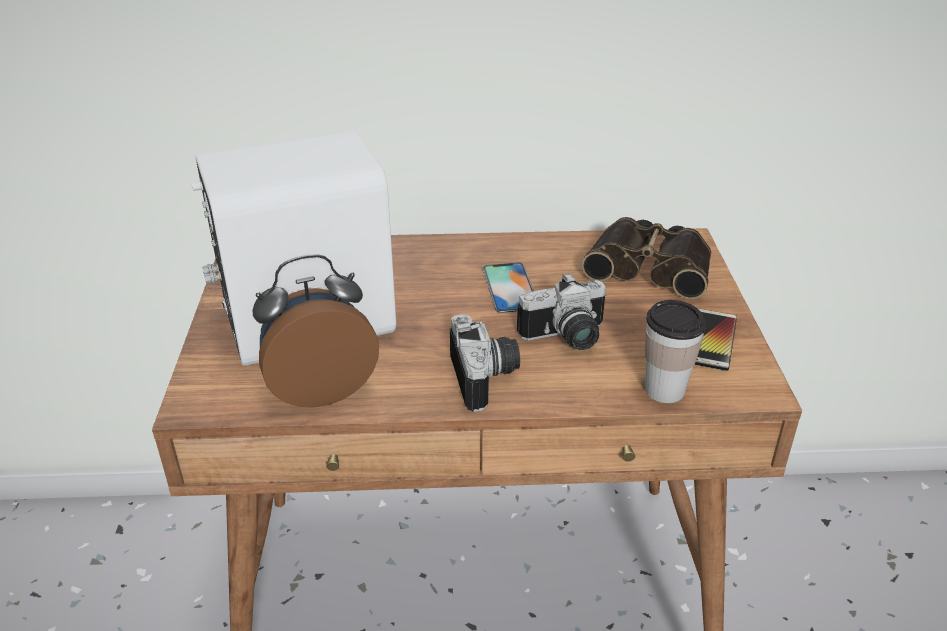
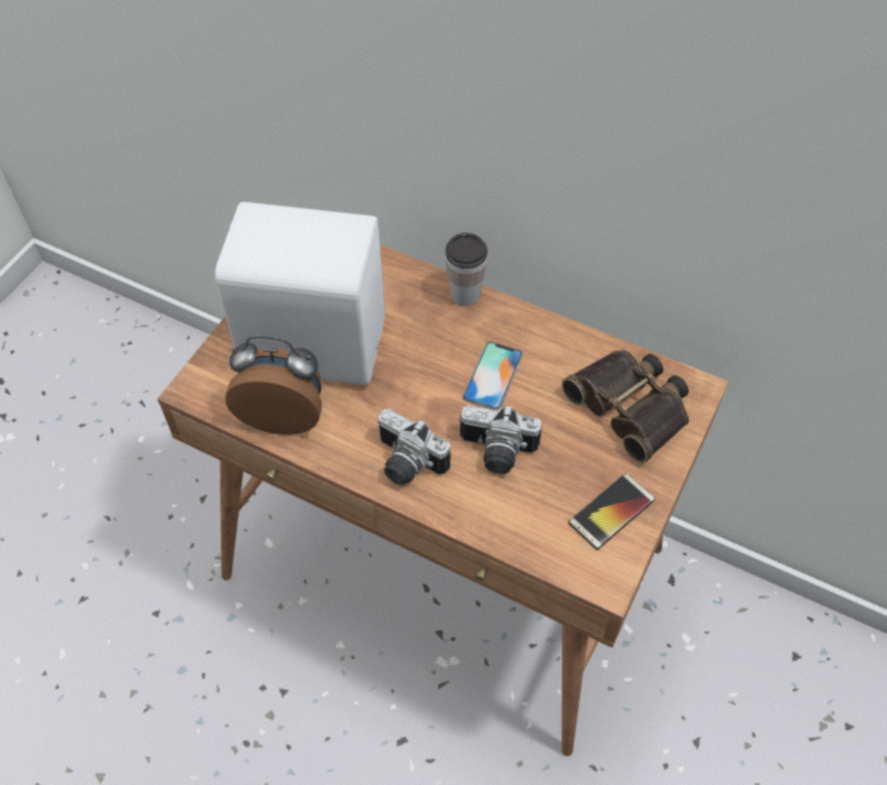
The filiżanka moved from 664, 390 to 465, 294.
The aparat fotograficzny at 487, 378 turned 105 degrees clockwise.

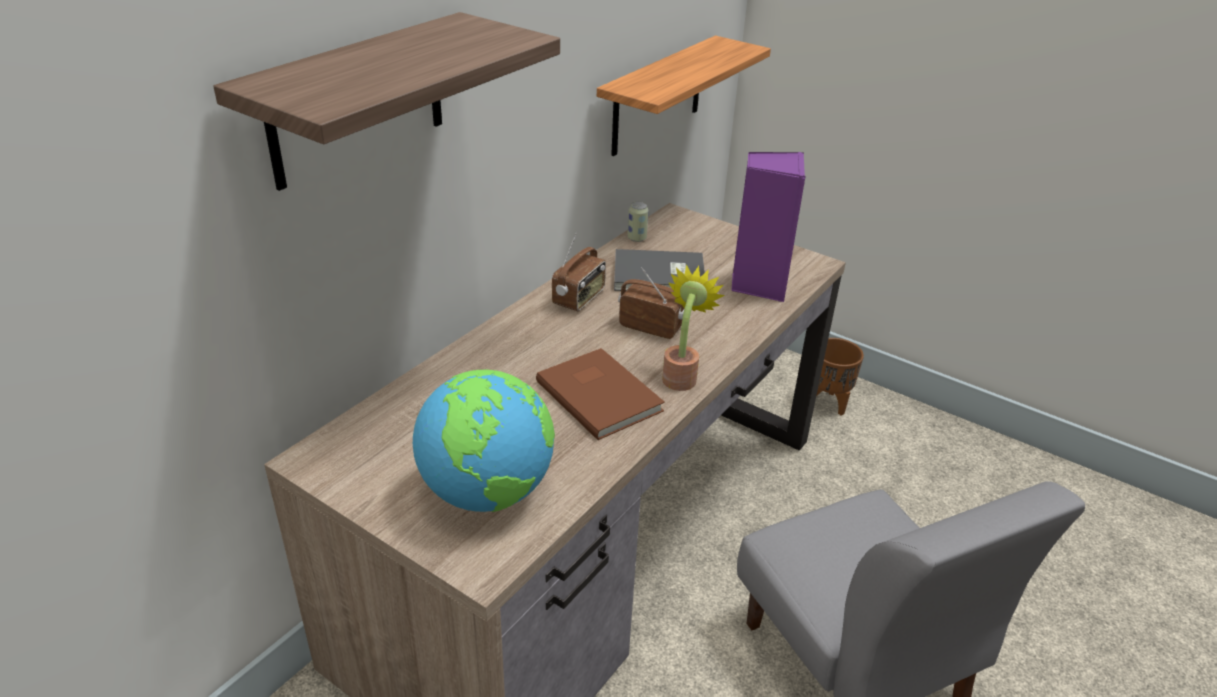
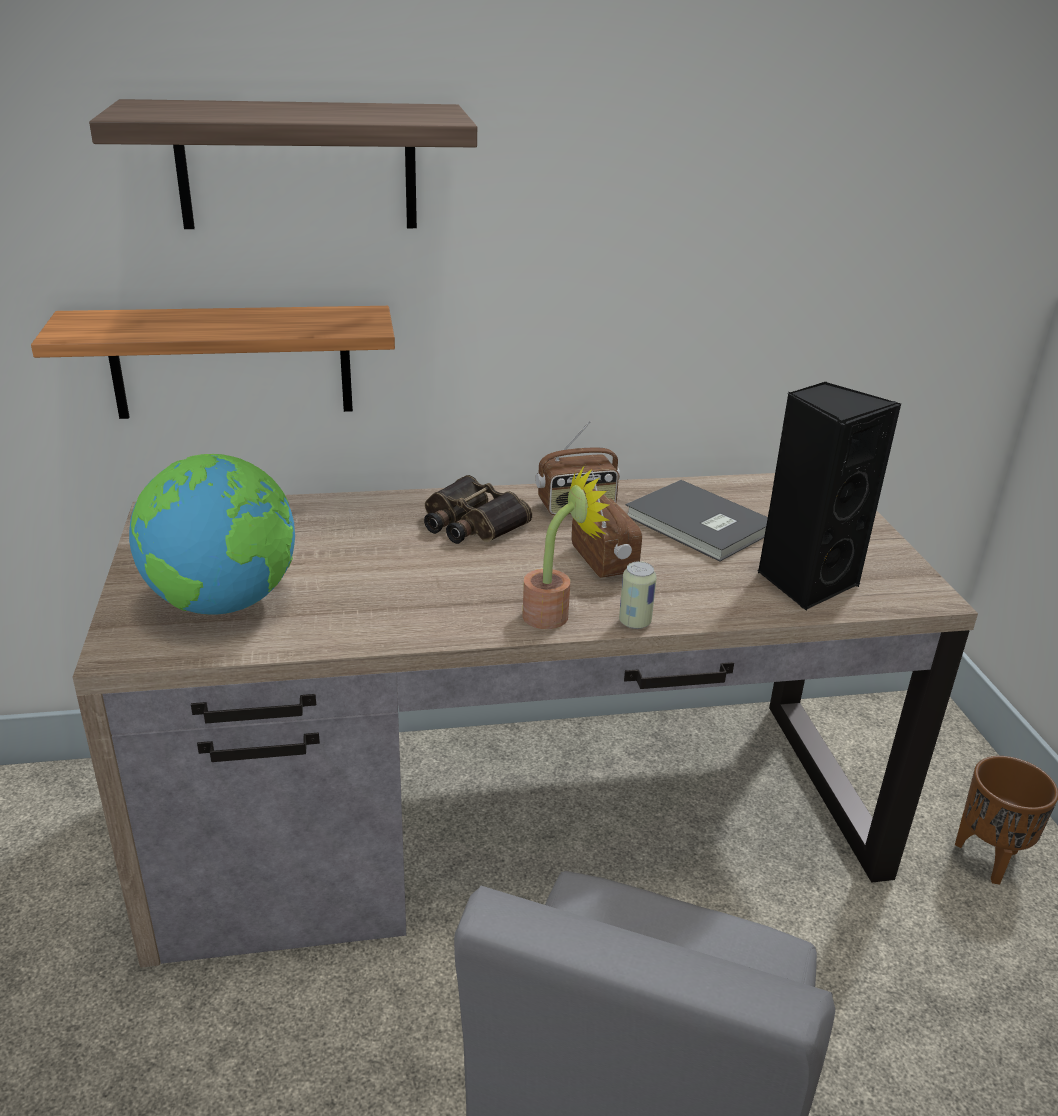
The półka moved from 658, 96 to 232, 362.
The głośnik/fioletowy at 758, 284 became the głośnik/czarny at 804, 581.
The puszka moved from 636, 238 to 635, 622.
The książka/brązowy at 600, 394 disappeared.
The lornetka at 470, 523 appeared.

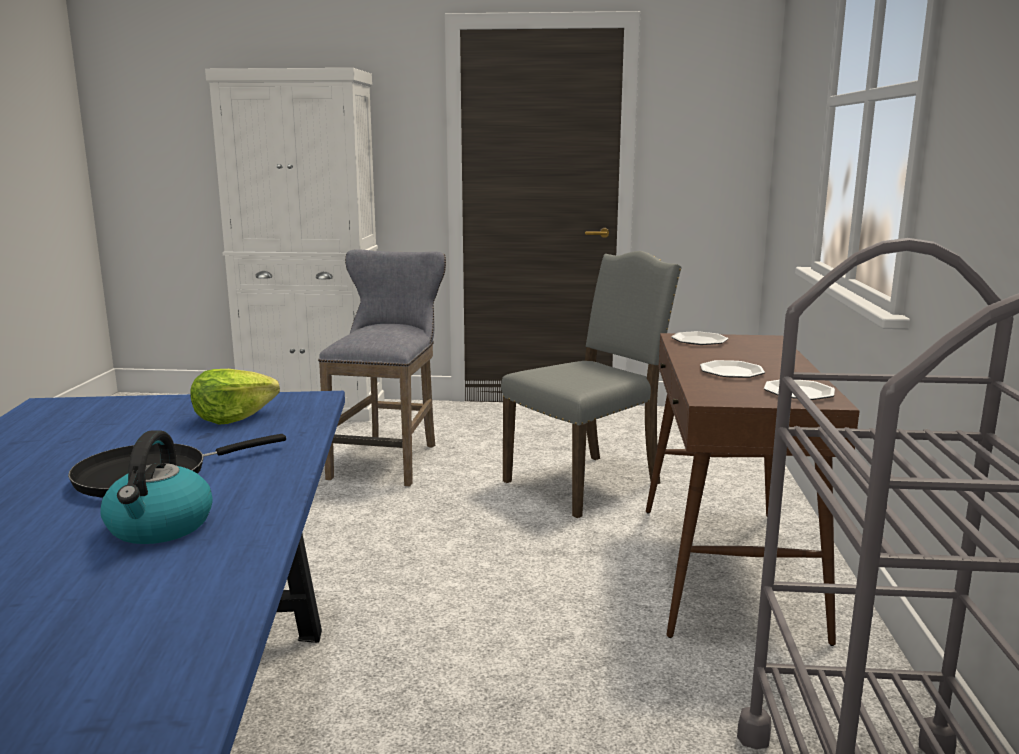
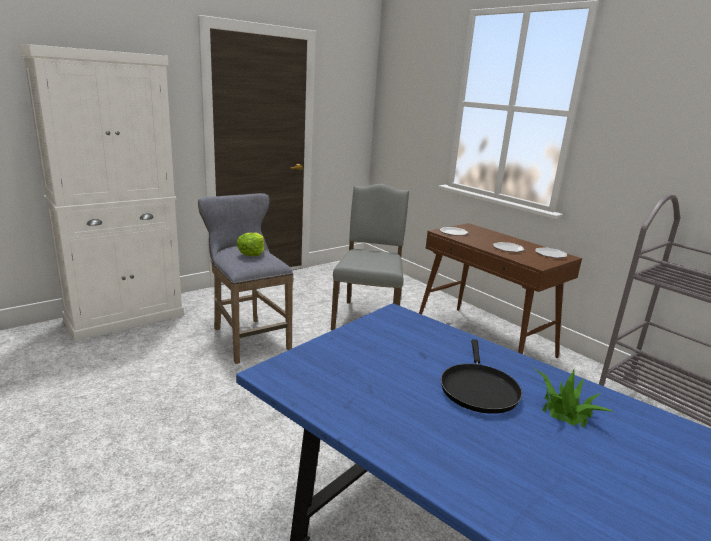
The sałata moved from 233, 417 to 252, 253.
The czajnik at 160, 527 was replaced by the roślina doniczkowa at 566, 411.

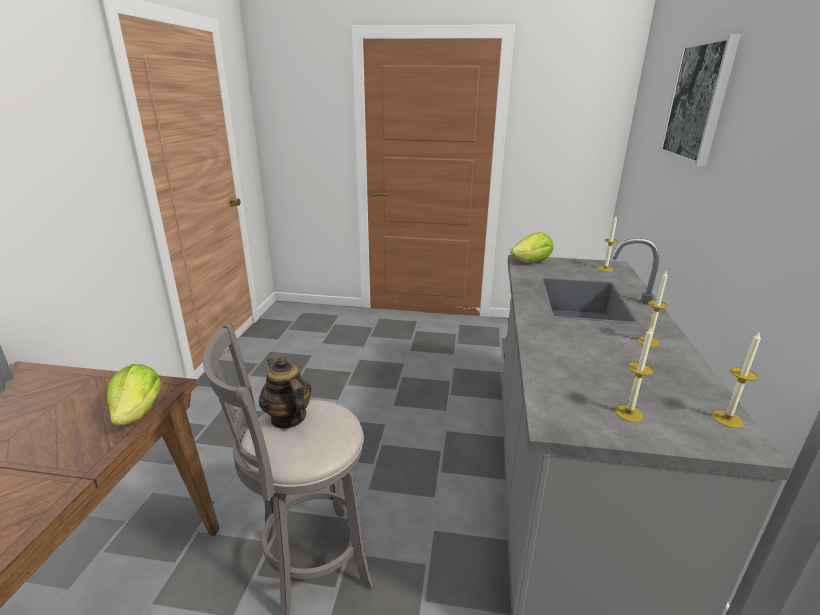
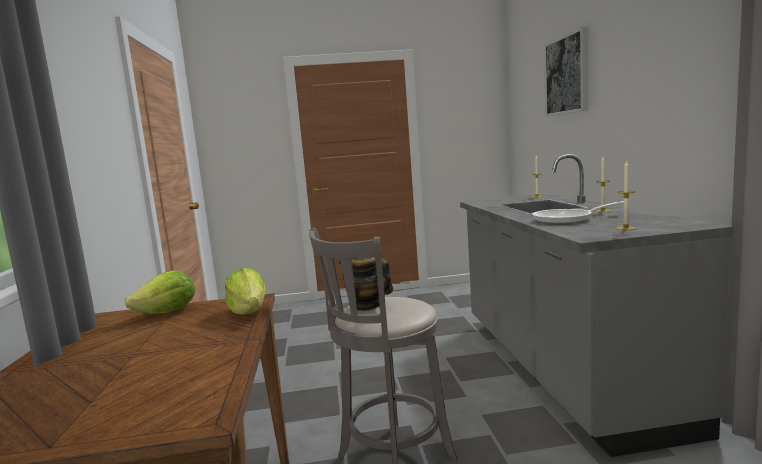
The sałata moved from 532, 262 to 168, 312.
The świeca at 727, 419 disappeared.
The patelnia at 567, 219 appeared.

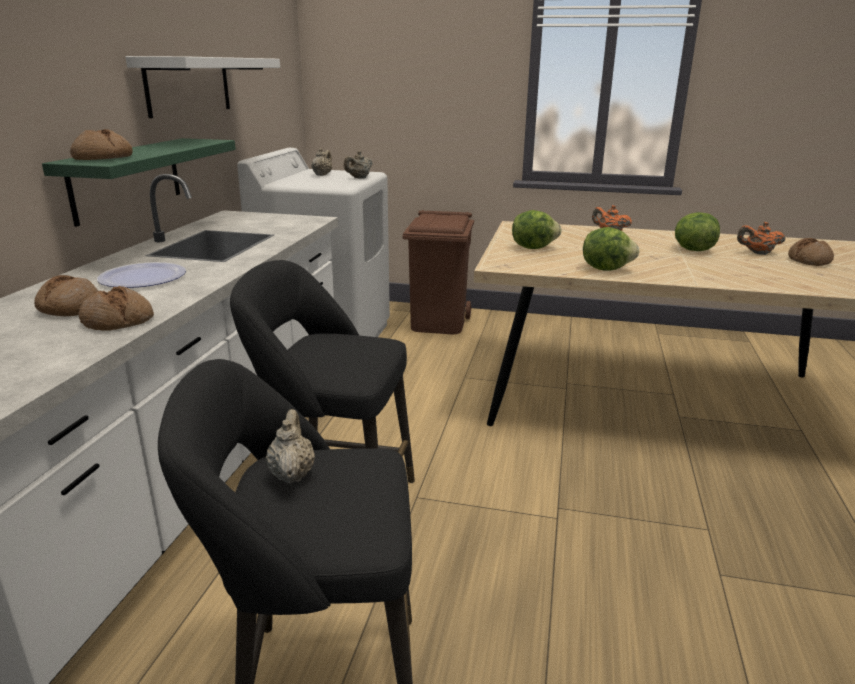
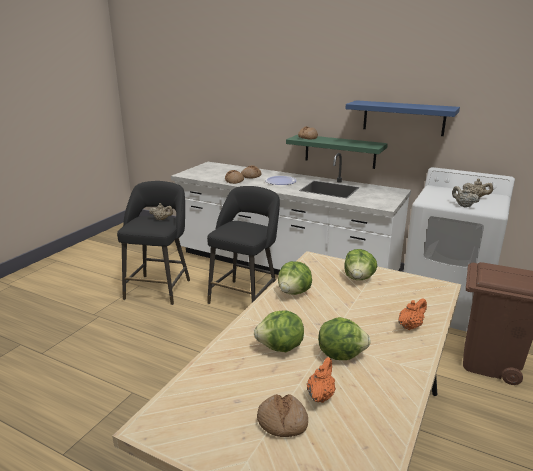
The półka/biały at 189, 85 became the półka/niebieski at 403, 118.
The sałata at 280, 347 appeared.

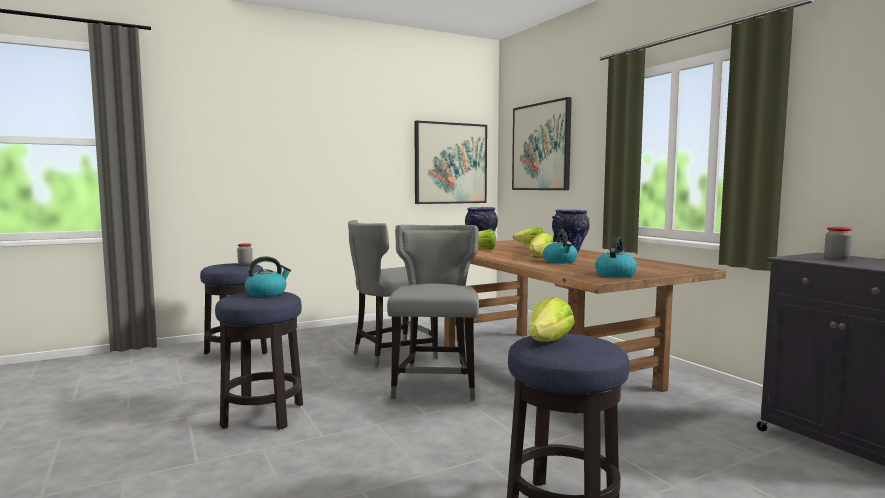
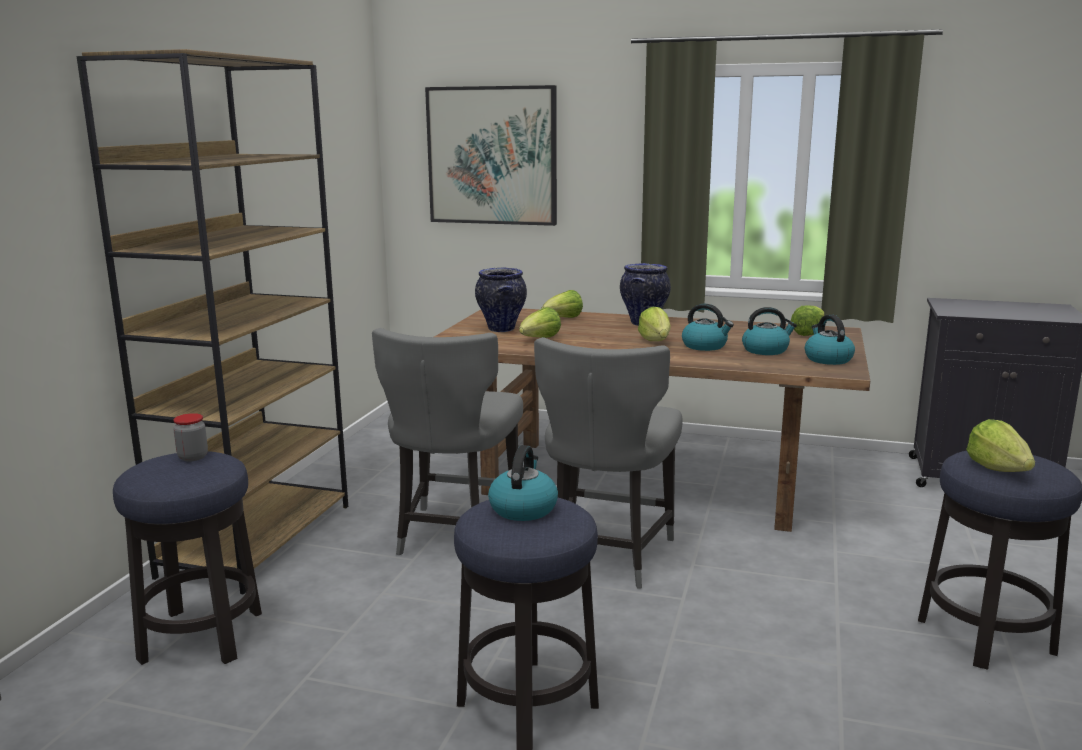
The obraz at 450, 163 disappeared.
The krzesło/szary at 435, 385 turned 120 degrees counterclockwise.
The słoik at 836, 258 disappeared.
The regał/brązowy at 258, 539 appeared.
The sałata at 808, 333 appeared.
The czajnik at 766, 350 appeared.

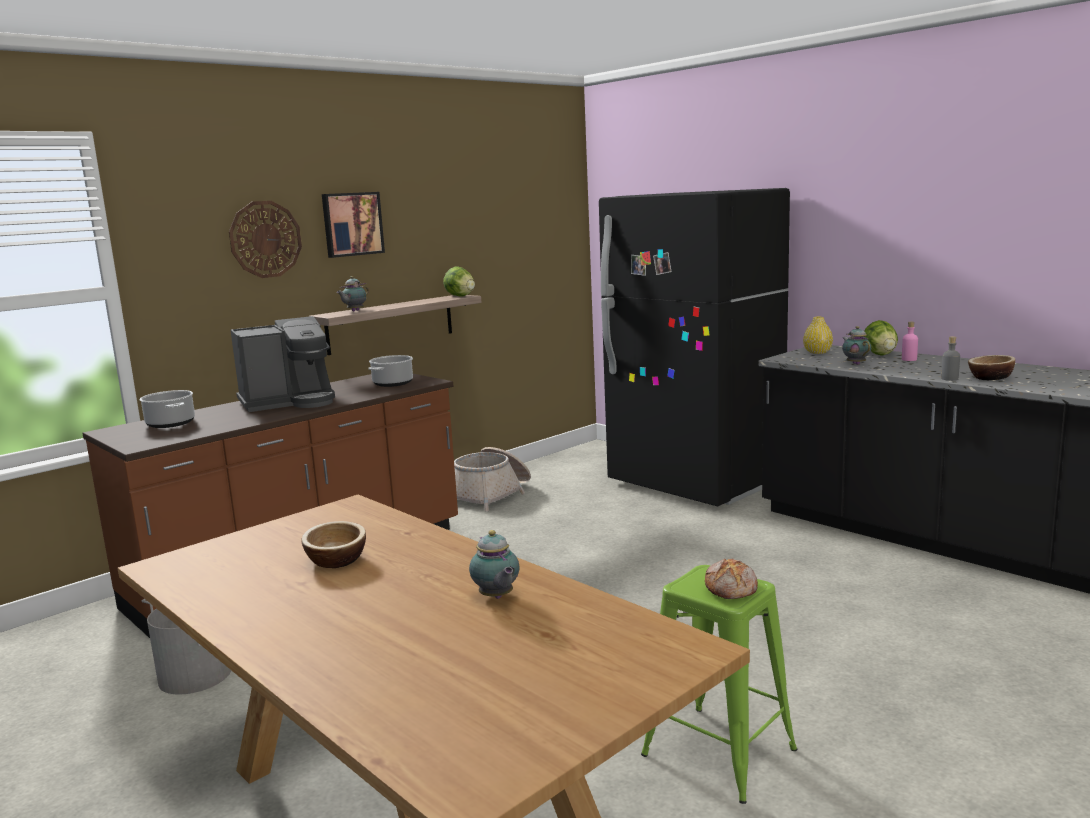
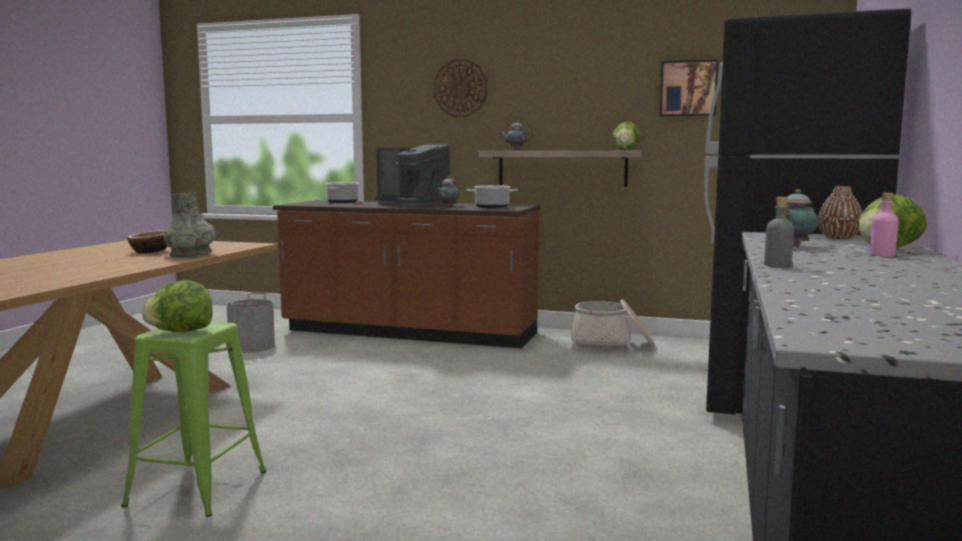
The obraz moved from 352, 224 to 688, 88.
The wazon/żółty at 817, 352 became the wazon/brązowy at 838, 238.
The miska at 990, 378 disappeared.
The imbryk moved from 496, 597 to 448, 207.
The chleb at 732, 588 was replaced by the sałata at 181, 332.
The wazon/szary at 191, 254 appeared.

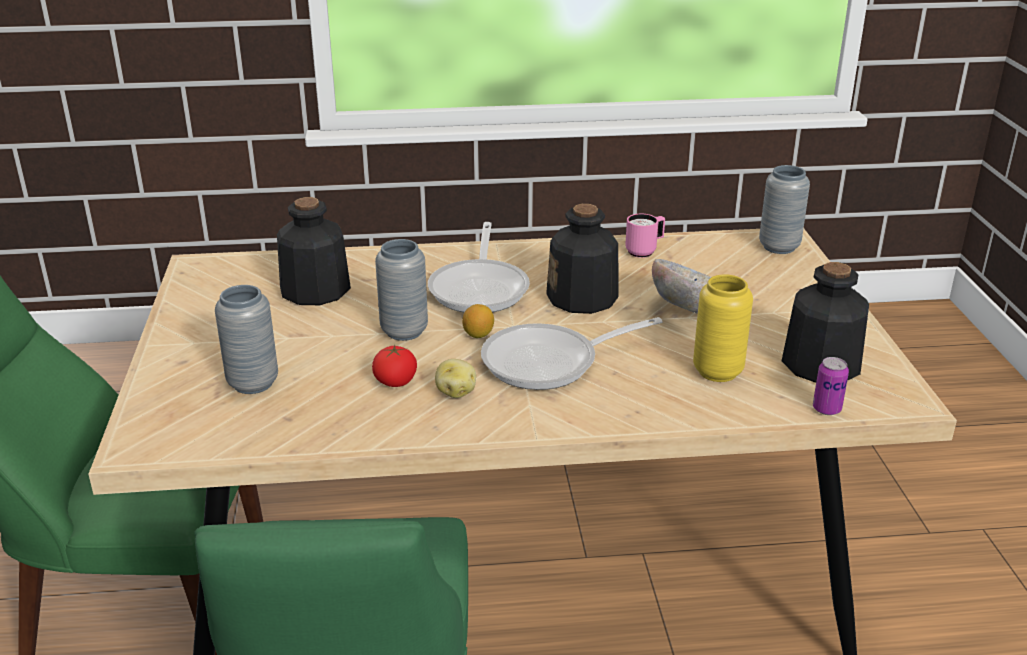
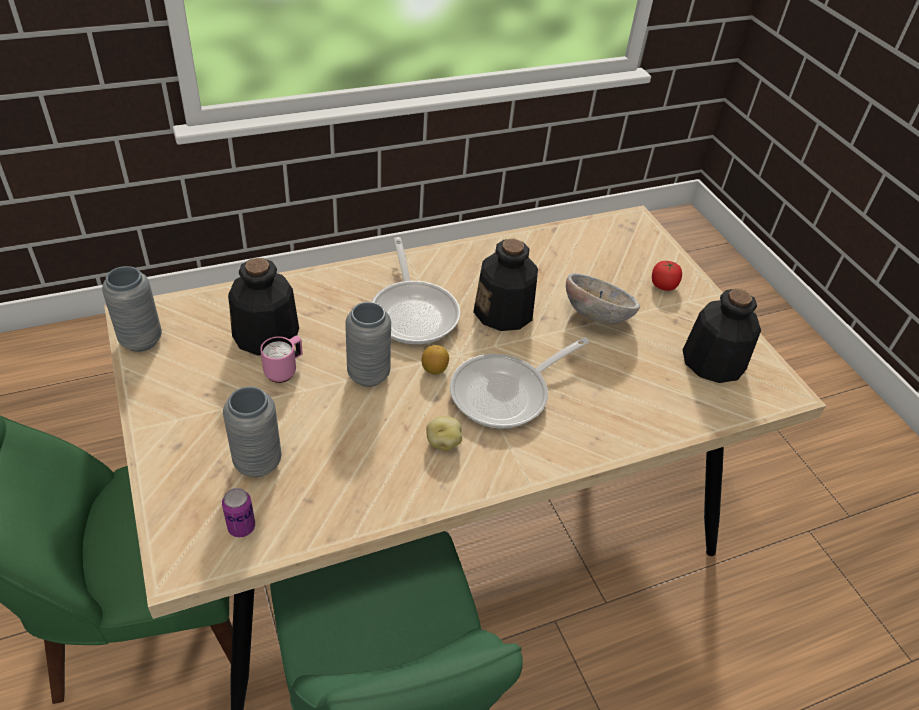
The wazon/szary moved from 779, 247 to 141, 340.
The kubek/różowy moved from 644, 251 to 284, 371.
The wazon/żółty at 717, 372 disappeared.
The pomidor moved from 395, 382 to 663, 285.
The puszka moved from 826, 409 to 241, 527.

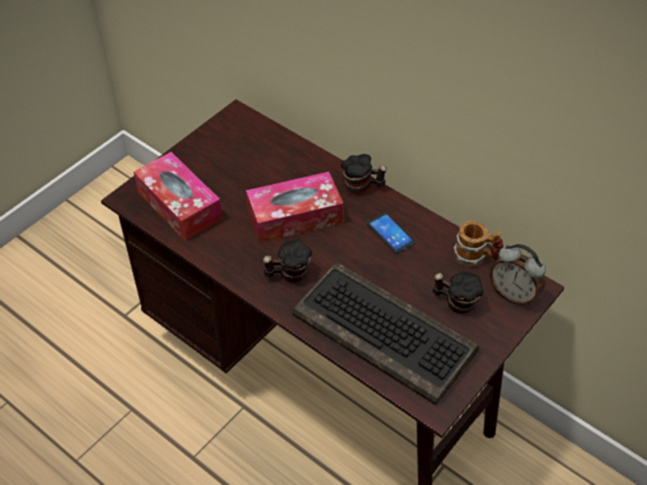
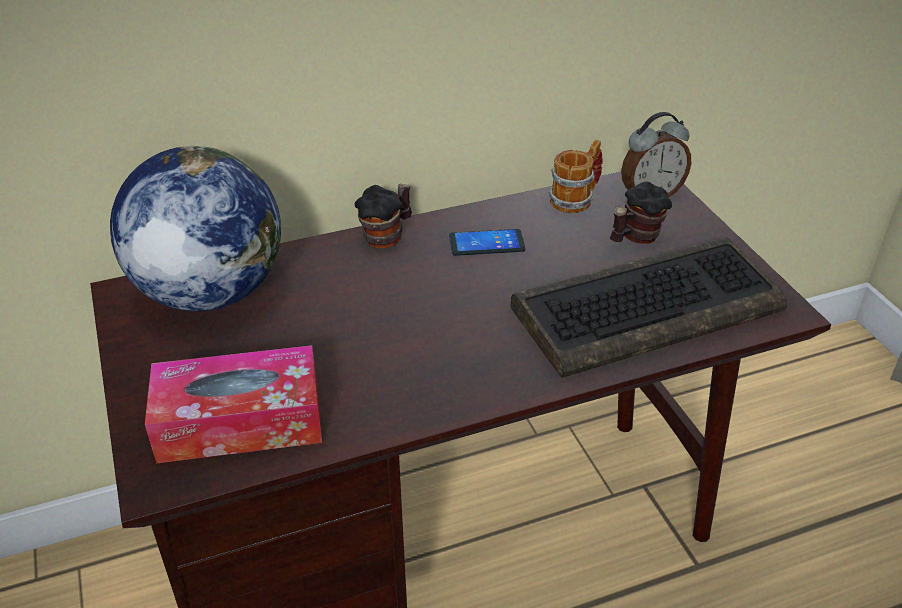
The pudełko chusteczek at 295, 216 disappeared.
The kubek at 288, 274 disappeared.
The globus at 209, 292 appeared.

